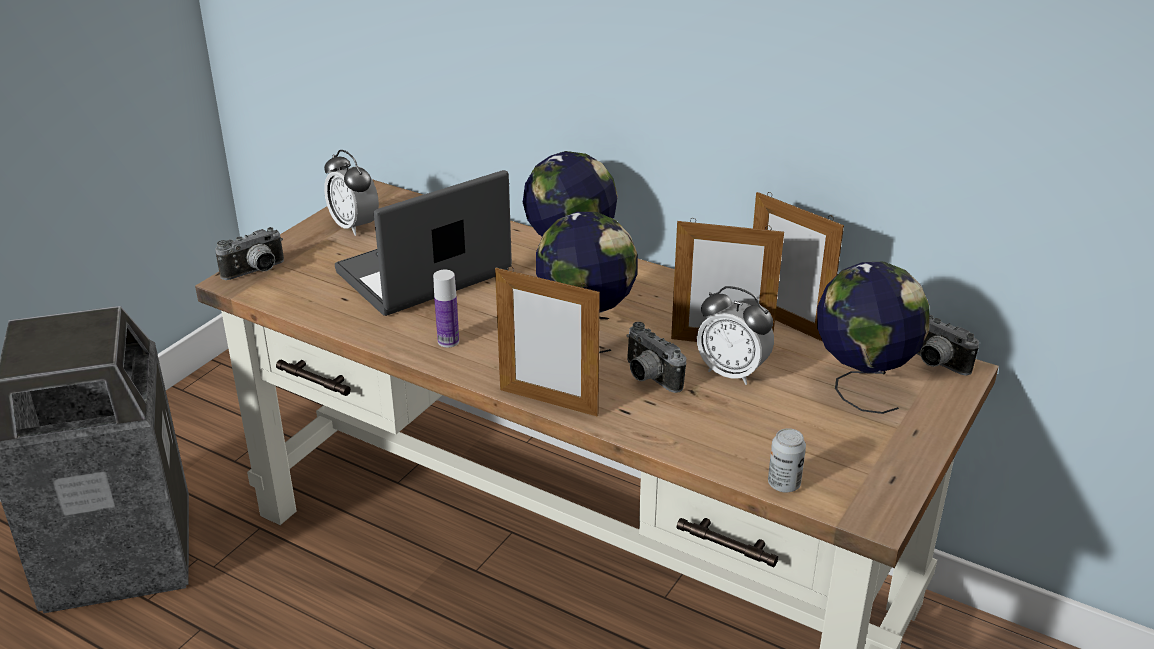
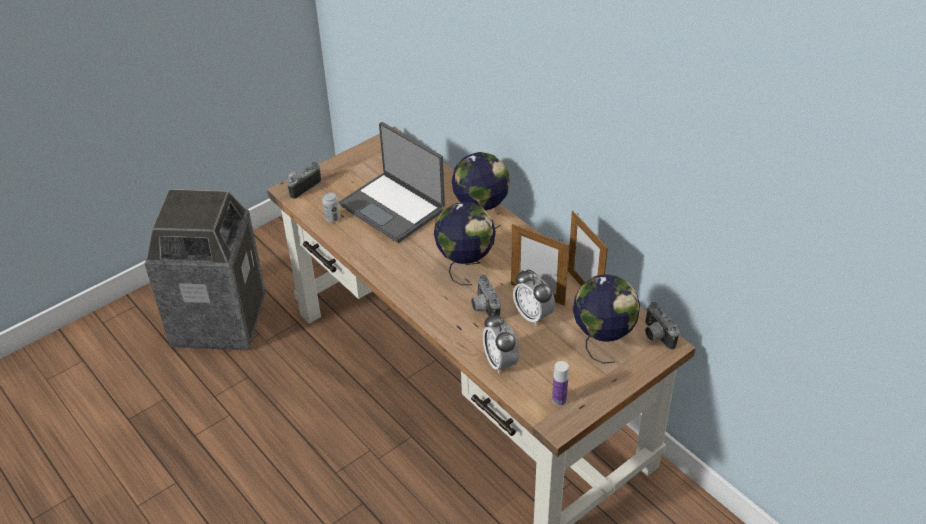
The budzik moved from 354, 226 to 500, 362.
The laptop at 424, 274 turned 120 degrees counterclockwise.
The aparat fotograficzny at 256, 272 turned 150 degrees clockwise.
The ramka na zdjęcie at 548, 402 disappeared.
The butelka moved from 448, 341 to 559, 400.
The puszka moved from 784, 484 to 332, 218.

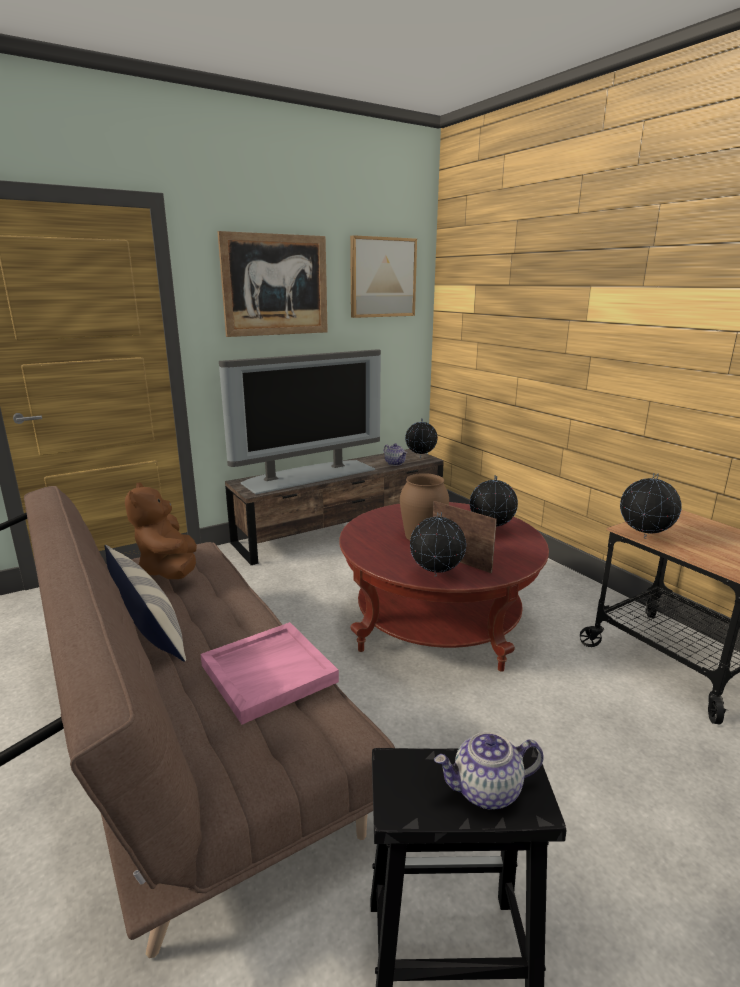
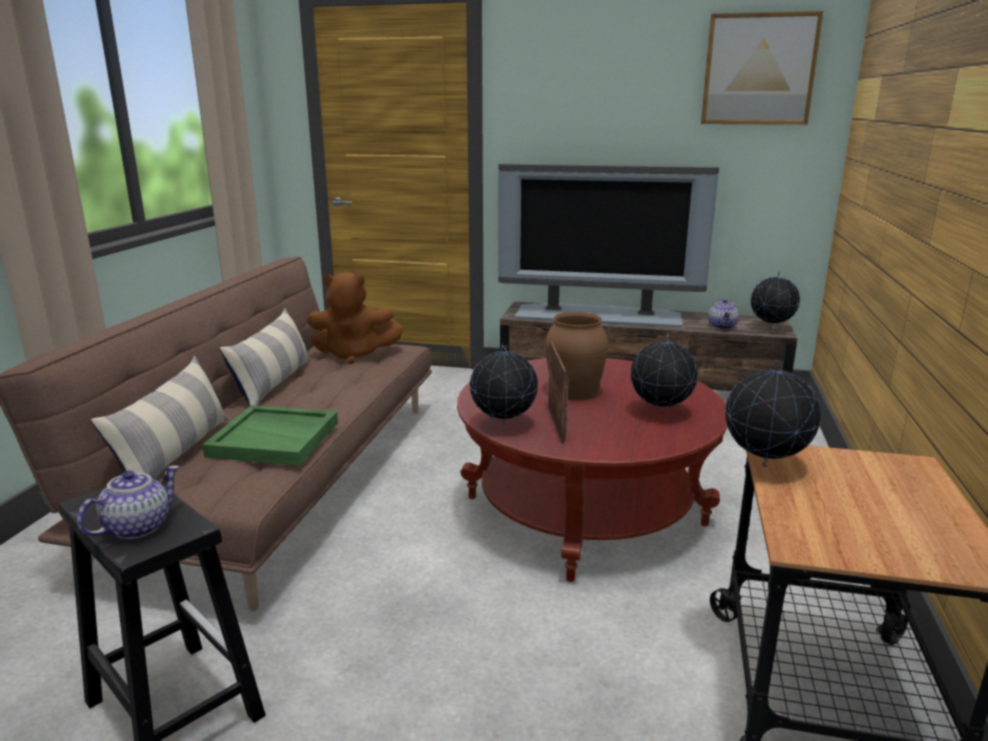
The obraz at 275, 285 disappeared.
The pluszak/brązowy at 170, 570 turned 120 degrees counterclockwise.
The taca/różowy at 269, 672 became the taca/zielony at 275, 439.
The imbryk at 486, 791 turned 90 degrees clockwise.
The poduszka at 176, 454 appeared.

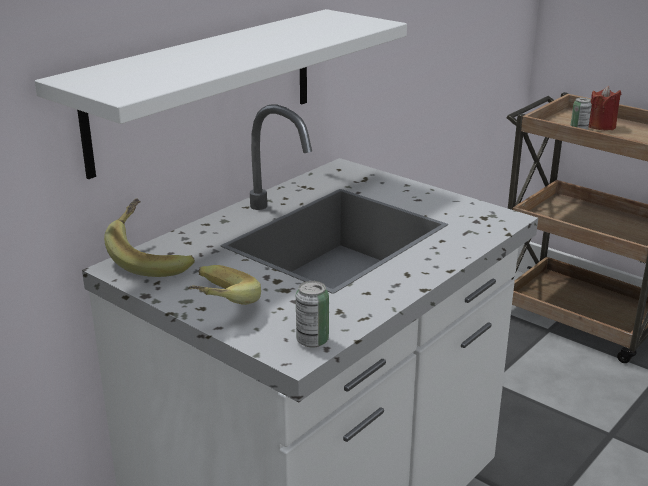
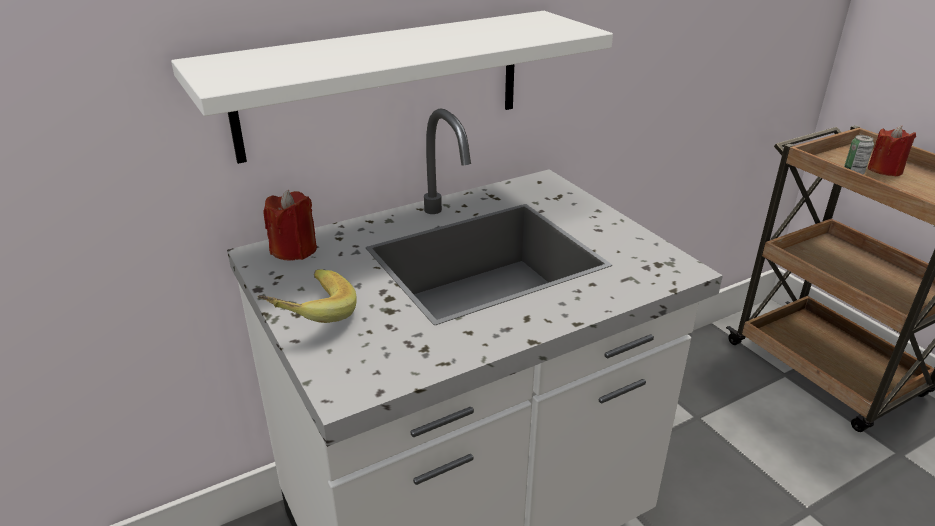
The banan at 153, 258 was replaced by the świeca/czerwony at 294, 250.
The puszka at 312, 340 disappeared.

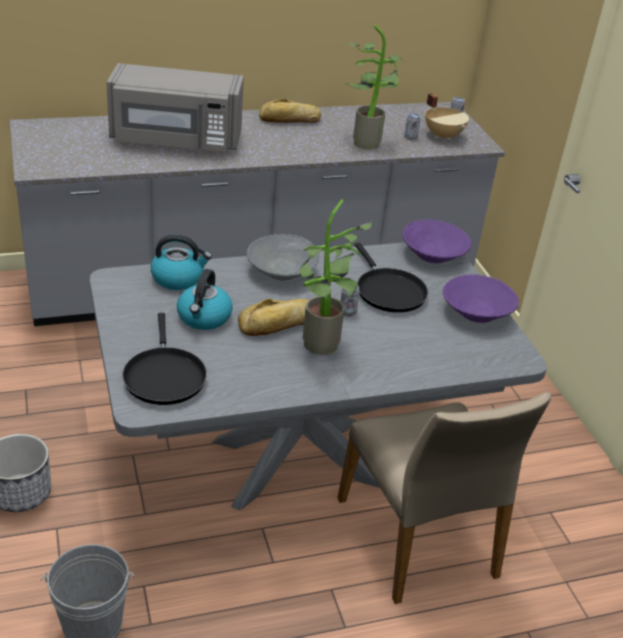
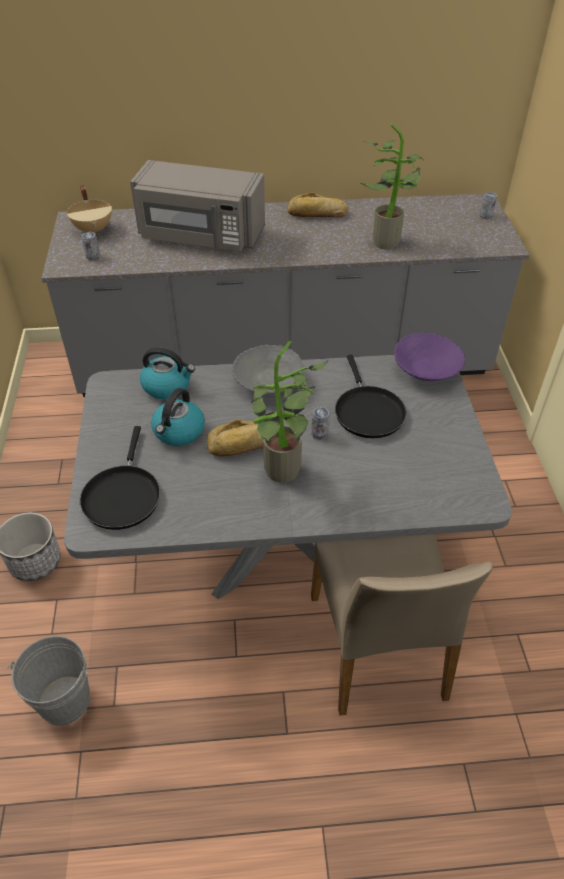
The garnek/beżowy moved from 443, 136 to 94, 229.
The puszka moved from 410, 137 to 93, 257.
The miska/fioletowy at 476, 313 disappeared.

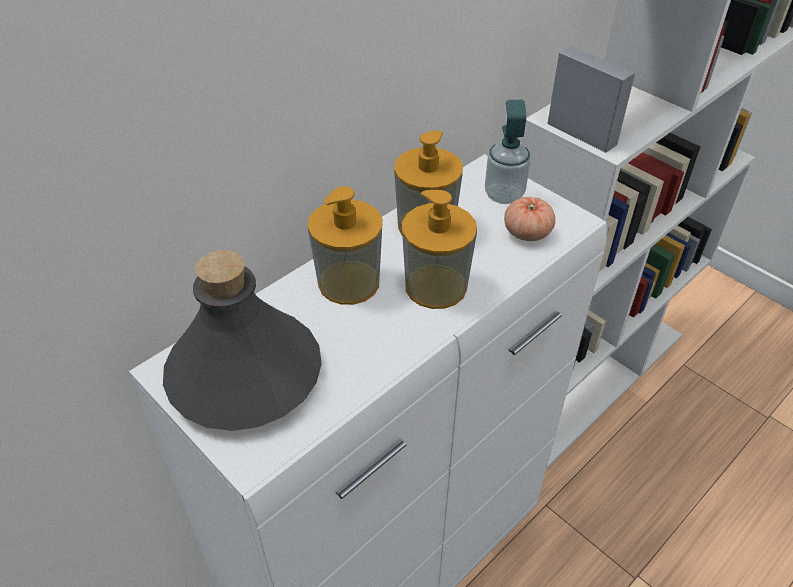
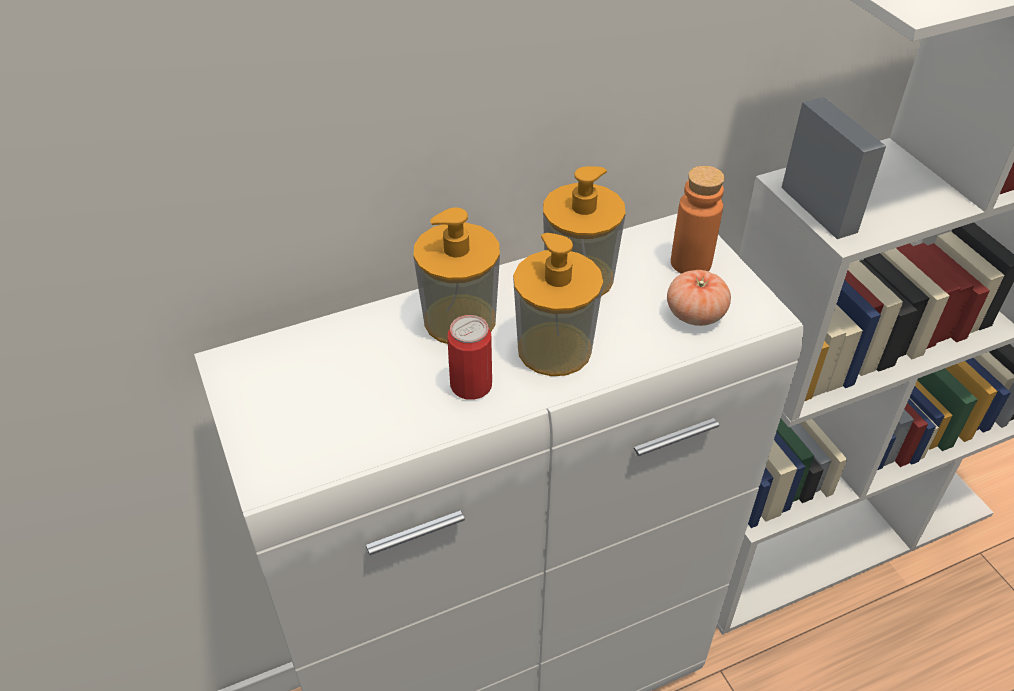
The dozownik mydła at 504, 195 was replaced by the butelka/pomarańczowy at 691, 263.
The butelka/szary at 244, 375 disappeared.
The puszka at 471, 385 appeared.

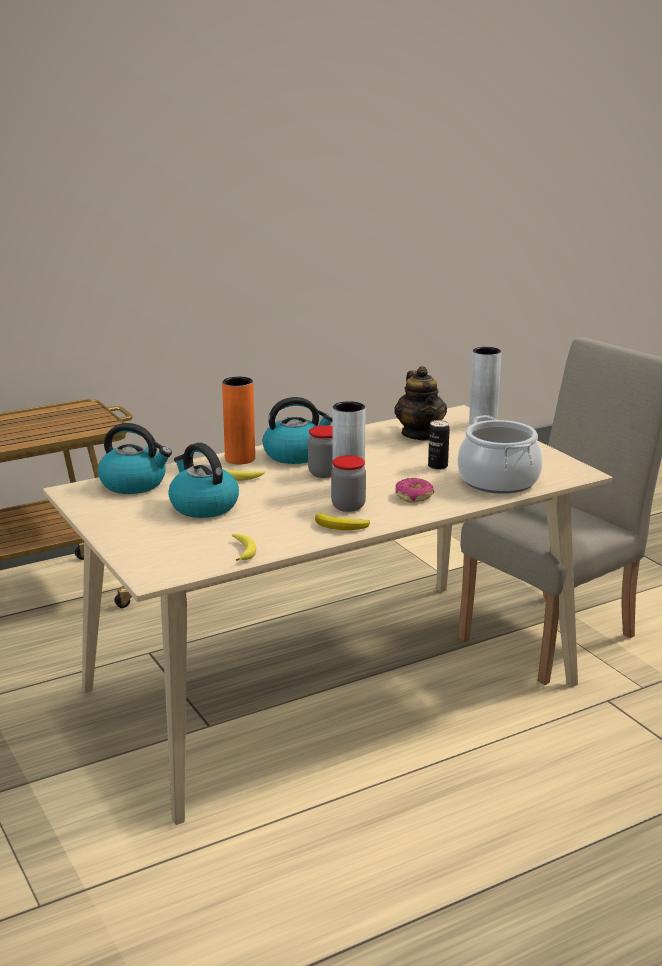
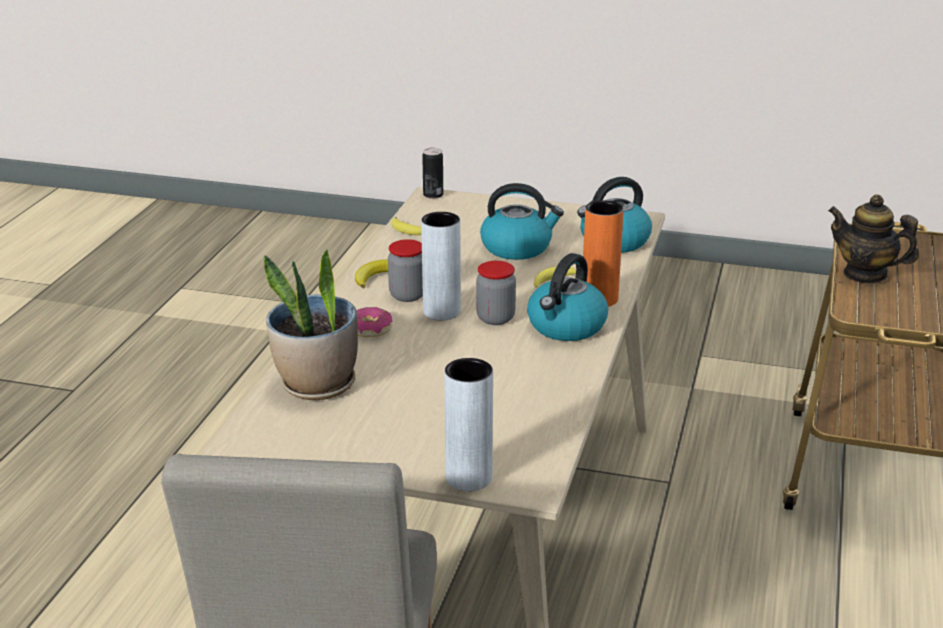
The imbryk moved from 420, 435 to 865, 274.
The garnek at 498, 481 was replaced by the roślina doniczkowa at 317, 385.
The puszka moved from 437, 466 to 433, 195.

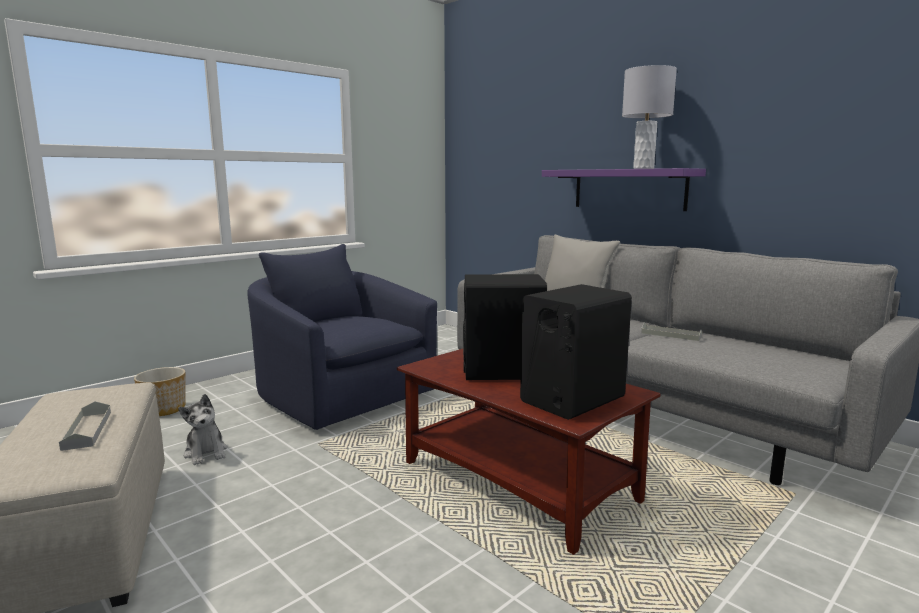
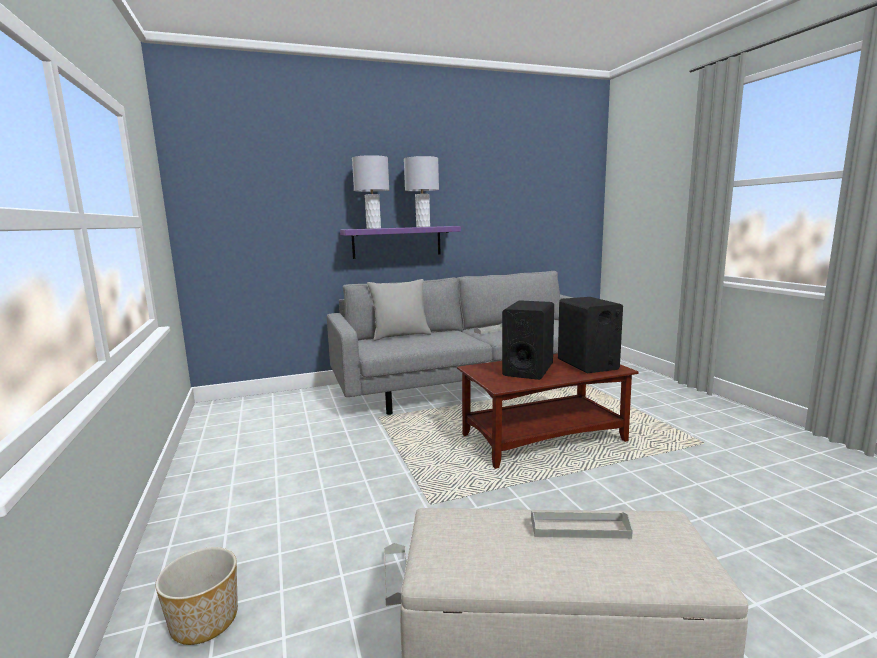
The fotel/niebieski at 339, 393 disappeared.
The pluszak at 206, 453 was replaced by the taca/szary at 396, 576.
The lampa stołowa/szary at 374, 228 appeared.

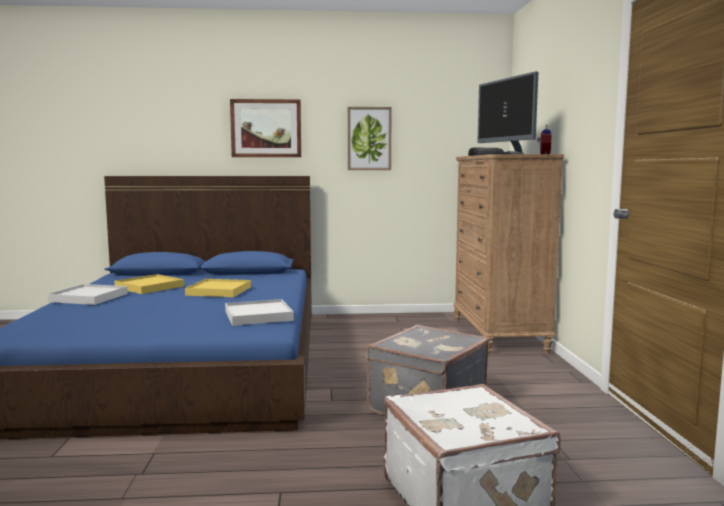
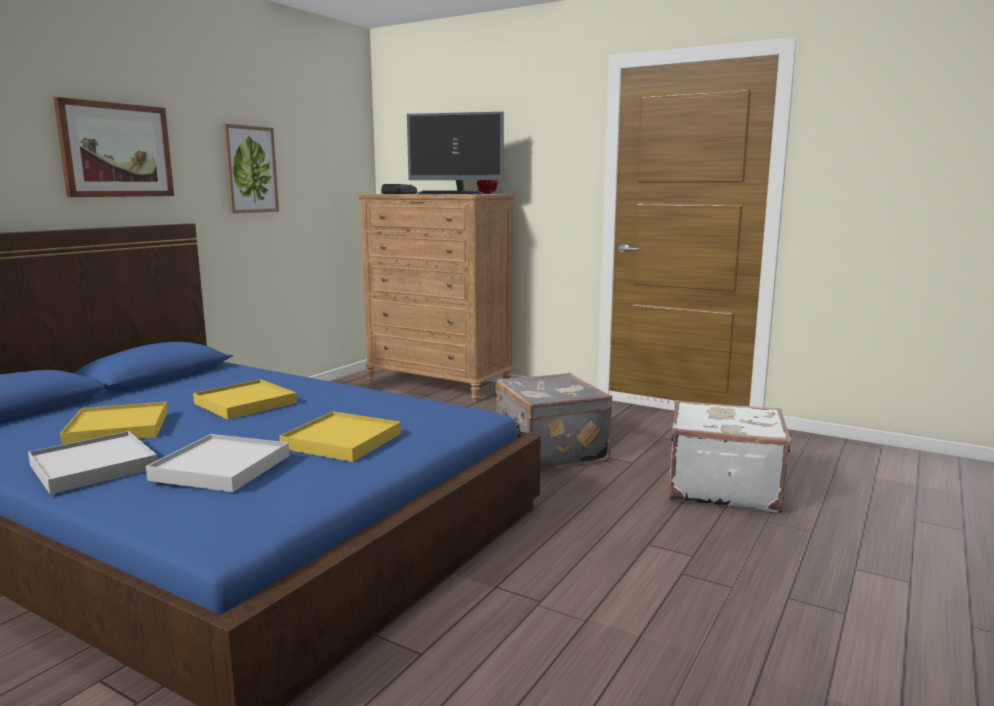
The taca/biały moved from 258, 316 to 221, 468.
The taca/żółty at 342, 441 appeared.

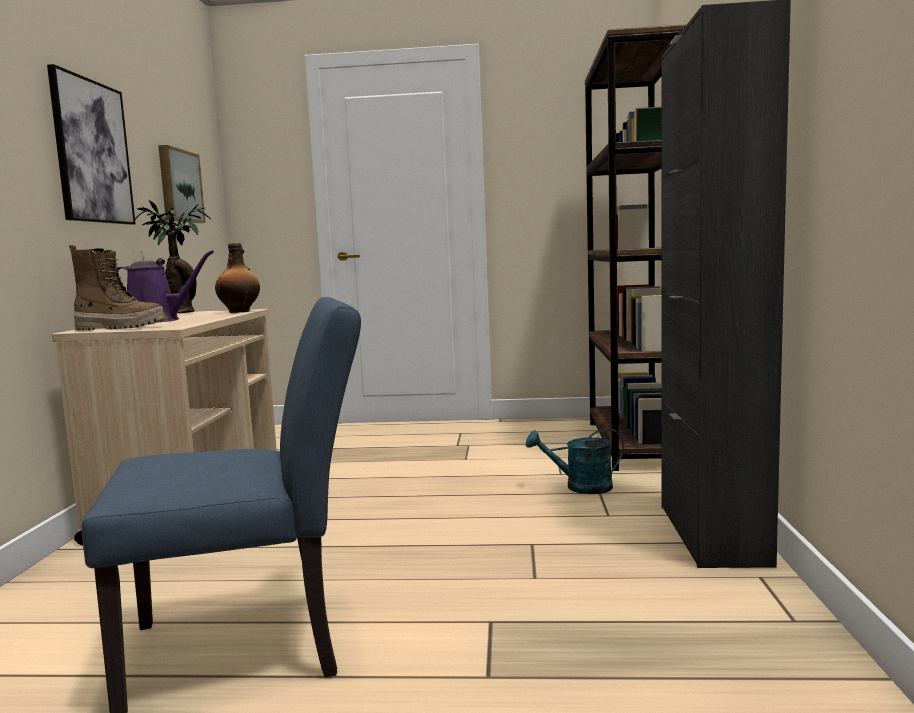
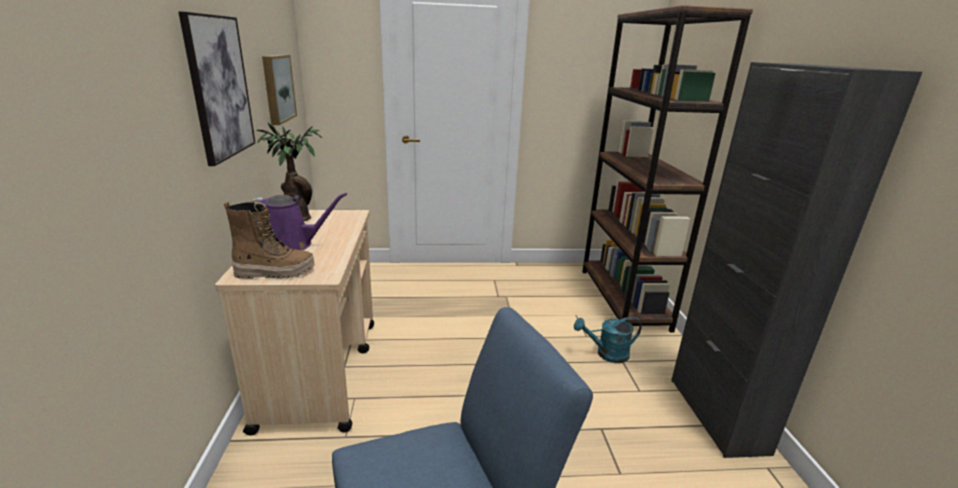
The butelka at 240, 311 disappeared.

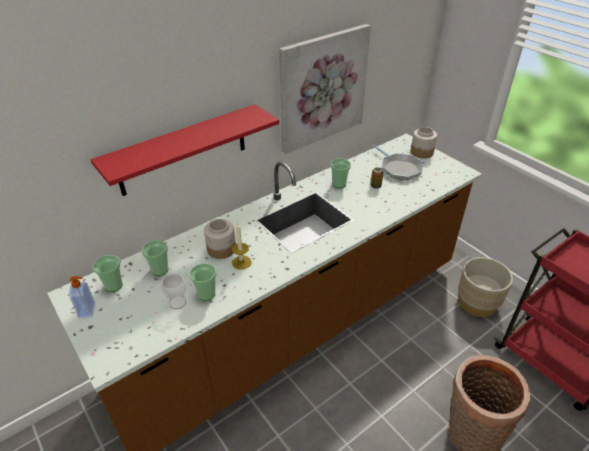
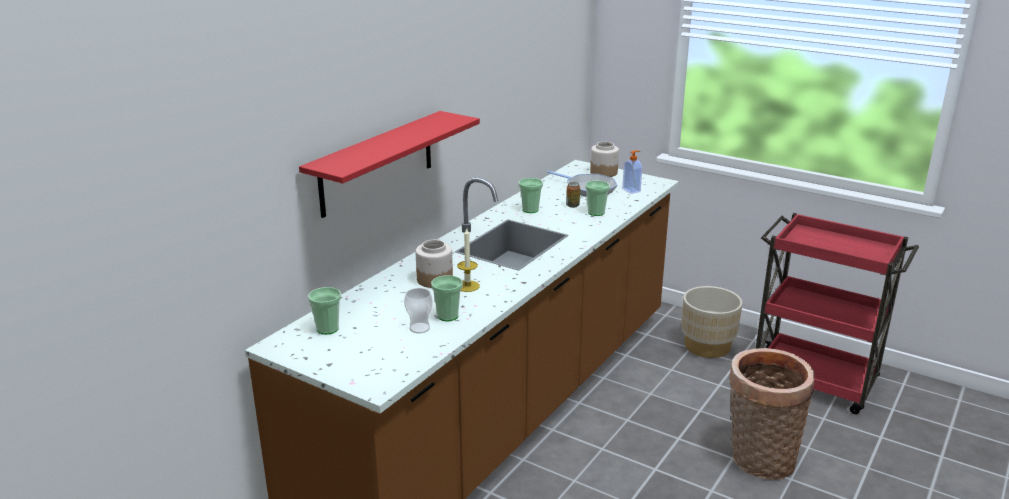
The obraz at 322, 88 disappeared.
The filiżanka moved from 160, 270 to 596, 212.
The dozownik mydła moved from 88, 310 to 631, 190.

